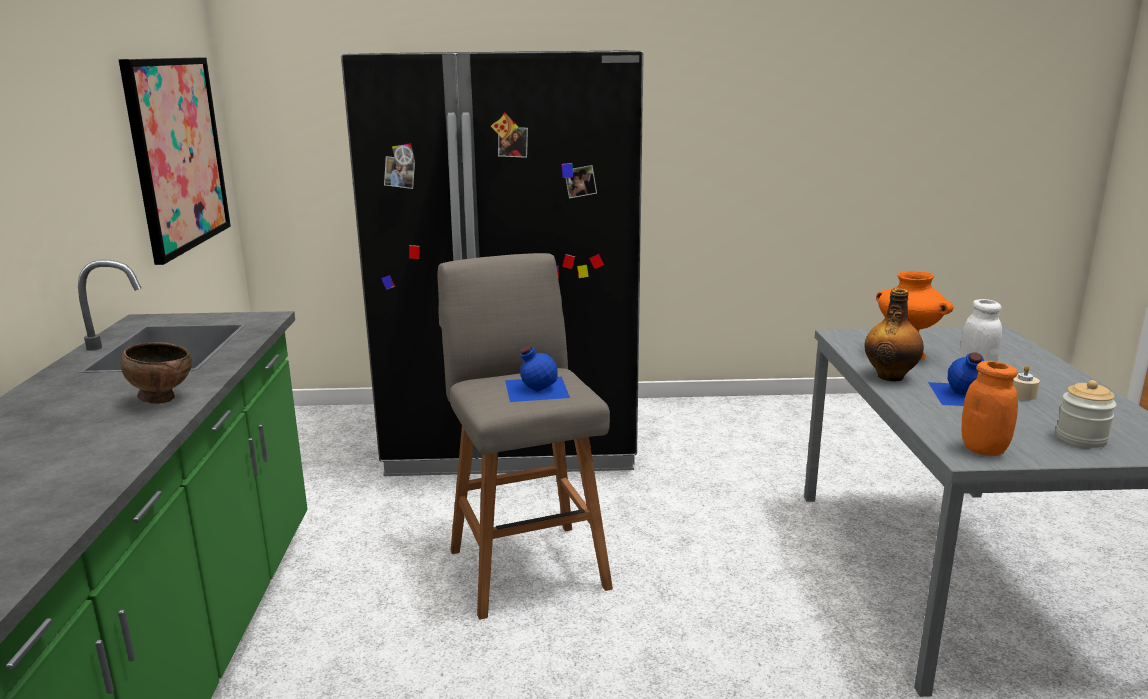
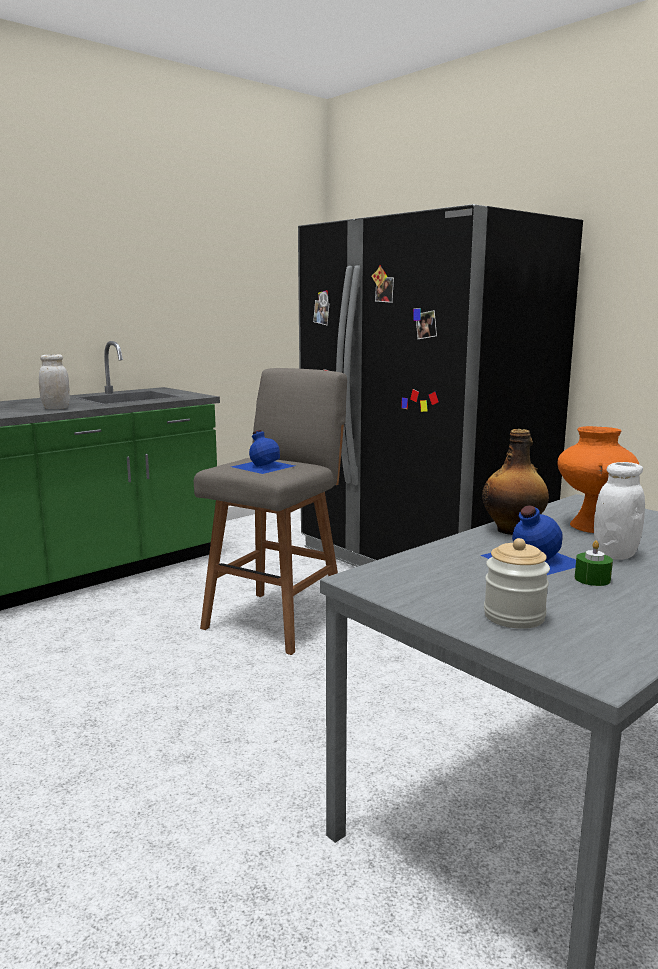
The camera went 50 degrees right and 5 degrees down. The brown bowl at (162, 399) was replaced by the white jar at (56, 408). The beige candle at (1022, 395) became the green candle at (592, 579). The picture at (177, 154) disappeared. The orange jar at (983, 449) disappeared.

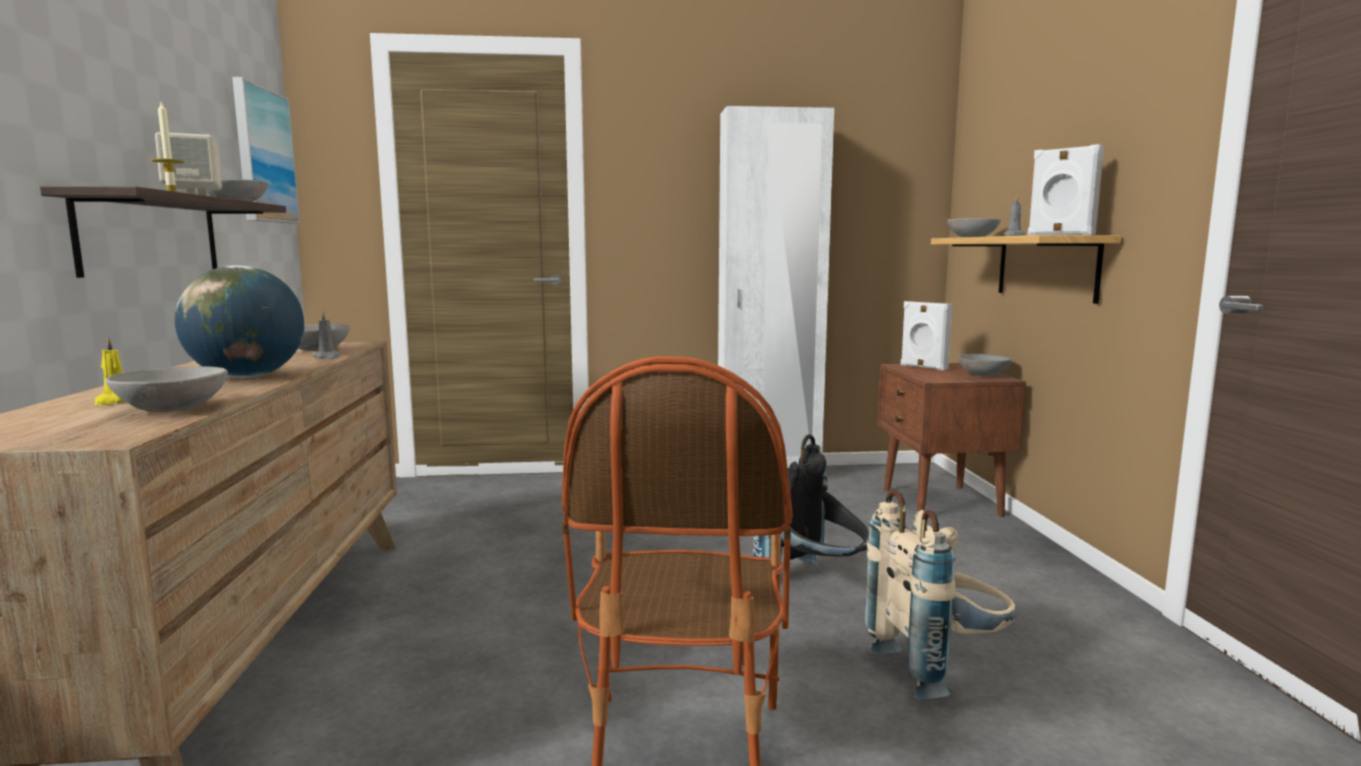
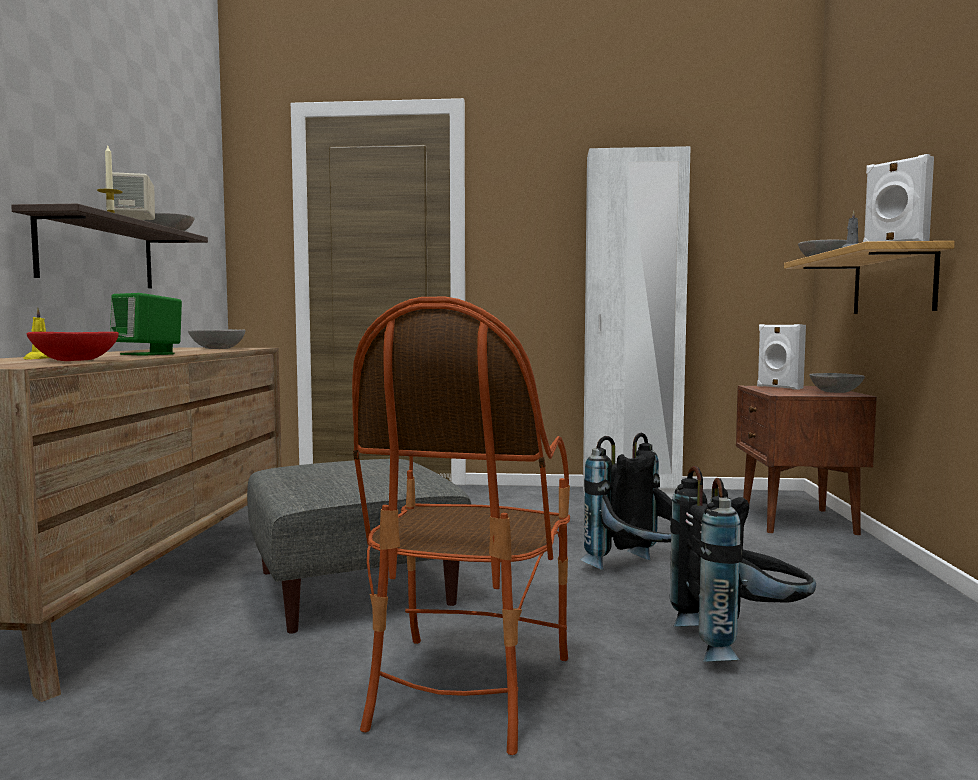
The camera went 10 degrees right and 5 degrees down. The grey bowl at (172, 409) became the red bowl at (75, 360). The globe at (248, 377) was replaced by the green speaker at (148, 354). The grey ottoman at (355, 587) appeared. The beige backpack at (939, 668) became the black backpack at (740, 643). The picture at (264, 156) disappeared. The grey candle at (327, 357) disappeared.

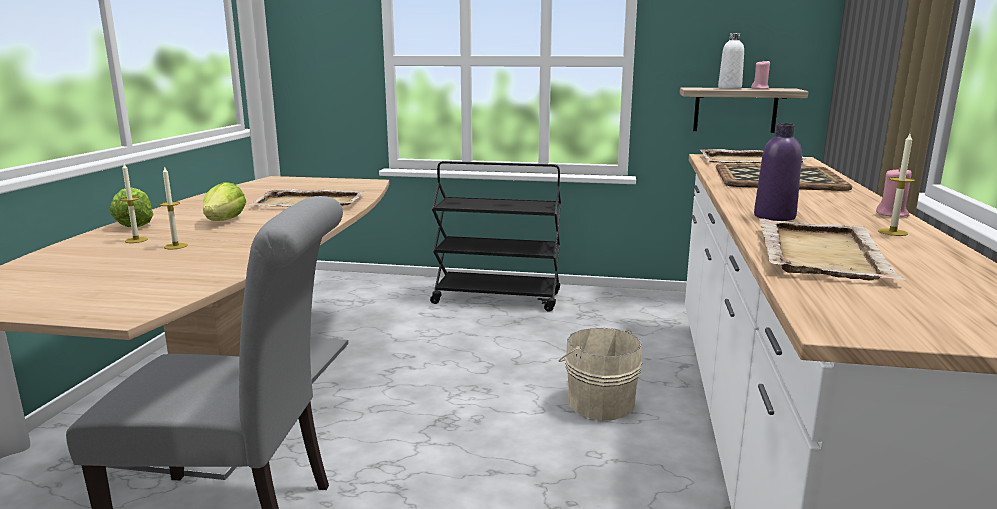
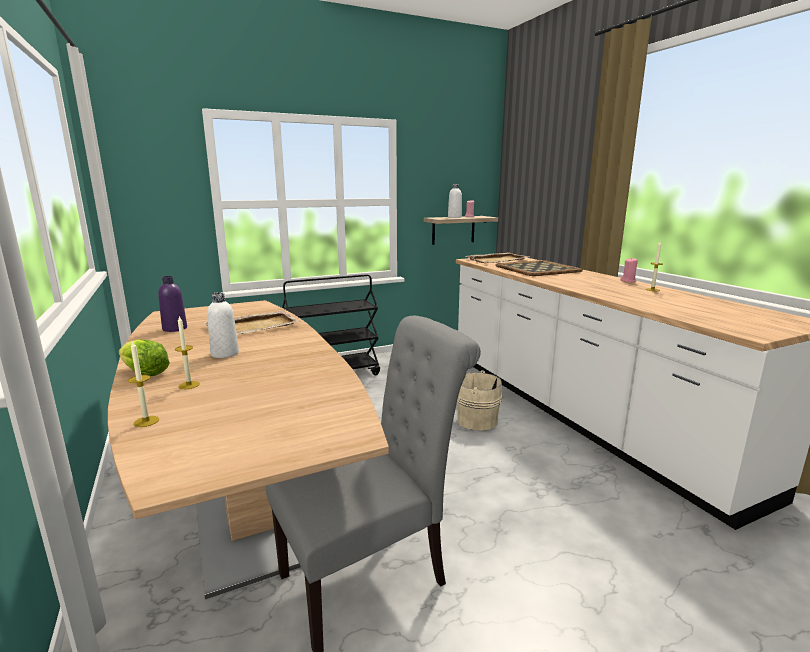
The camera went 35 degrees left and 0 degrees up. The candle moved from (175, 246) to (146, 421). The purple bottle moved from (774, 217) to (175, 328). The lettuce at (225, 221) was replaced by the white bottle at (225, 354). The beige tray at (820, 253) disappeared.

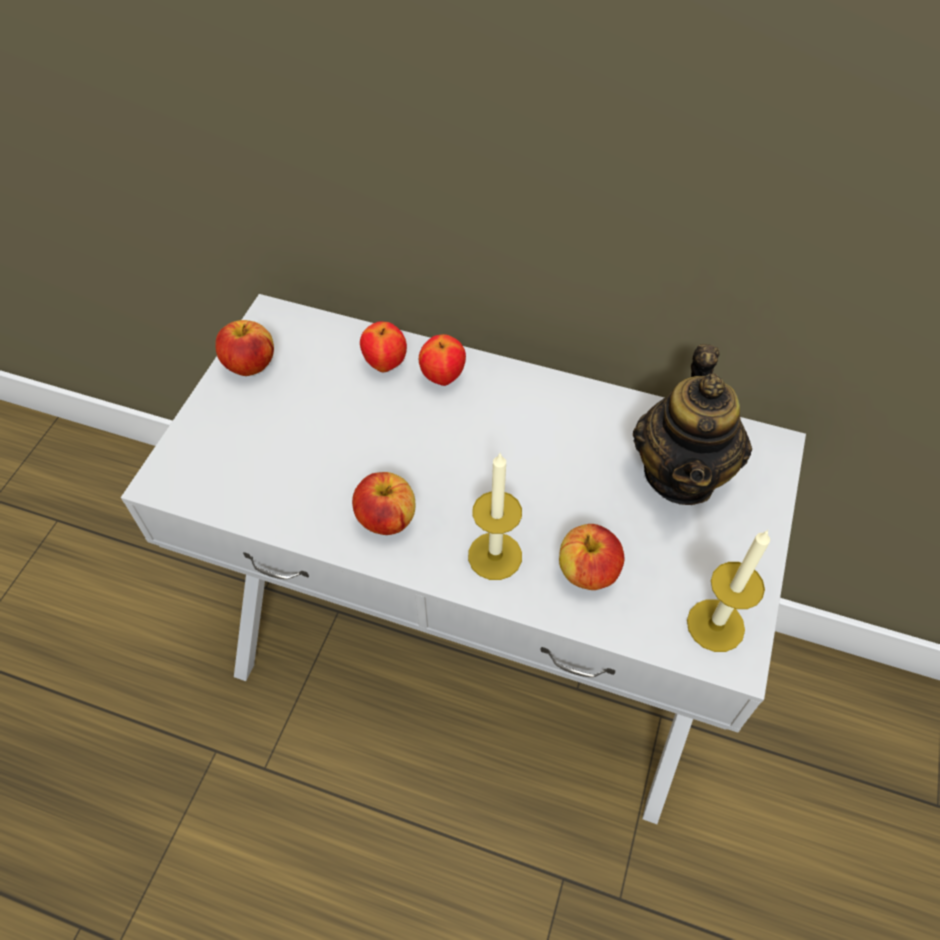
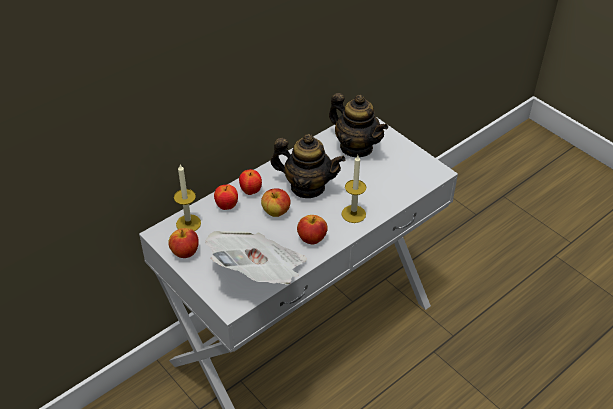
The camera went 60 degrees left and 10 degrees down. The candle moved from (715, 625) to (188, 223). The newspaper at (259, 272) appeared. The apple moved from (587, 572) to (276, 212). The teapot at (307, 187) appeared.

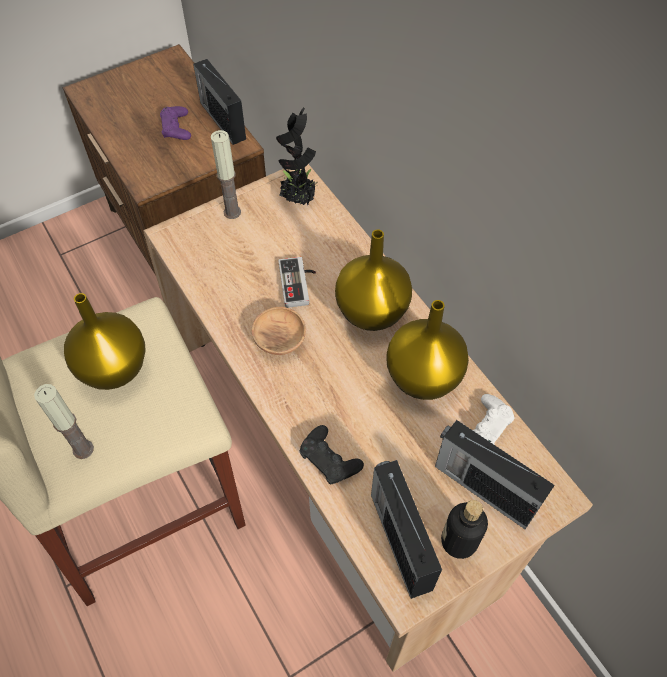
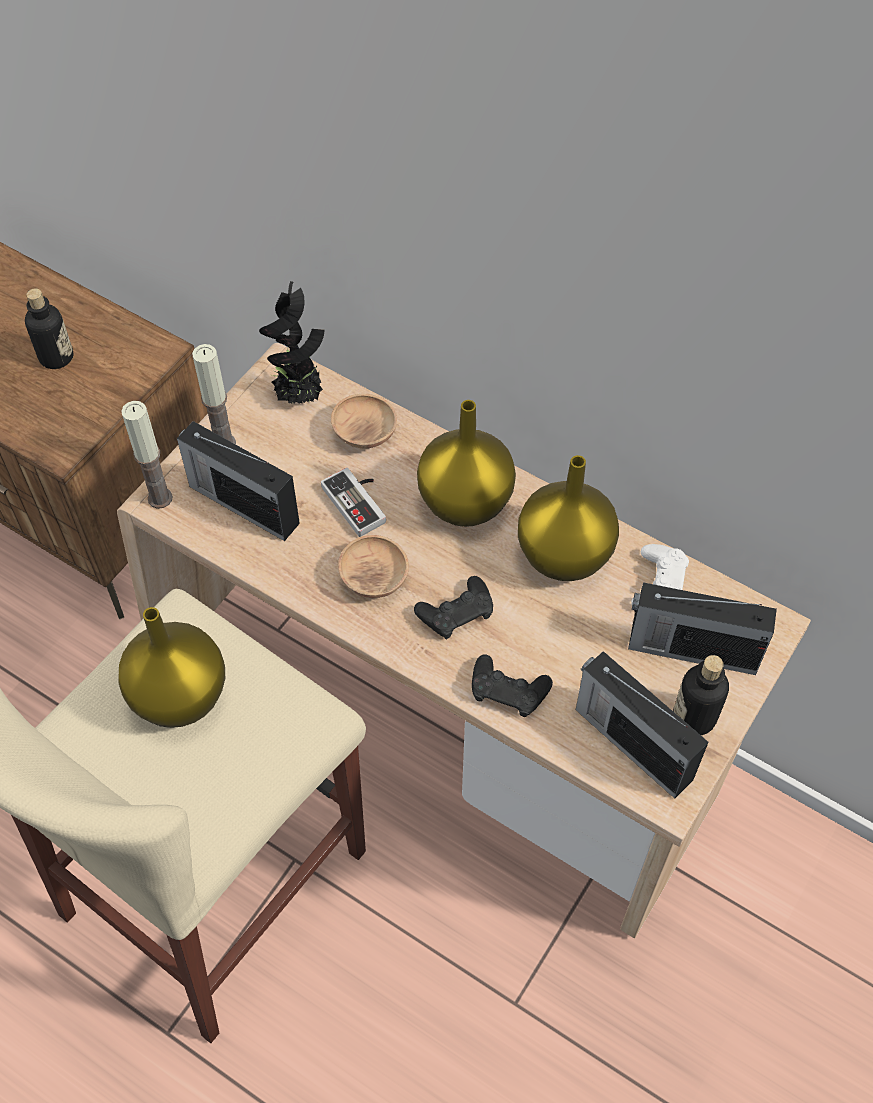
The camera went 25 degrees left and 0 degrees up. The purple game controller at (176, 128) was replaced by the bottle at (56, 357). The candle moved from (83, 449) to (160, 498). The radio moved from (222, 120) to (242, 503). The brown bowl at (364, 433) appeared. The black game controller at (456, 612) appeared.

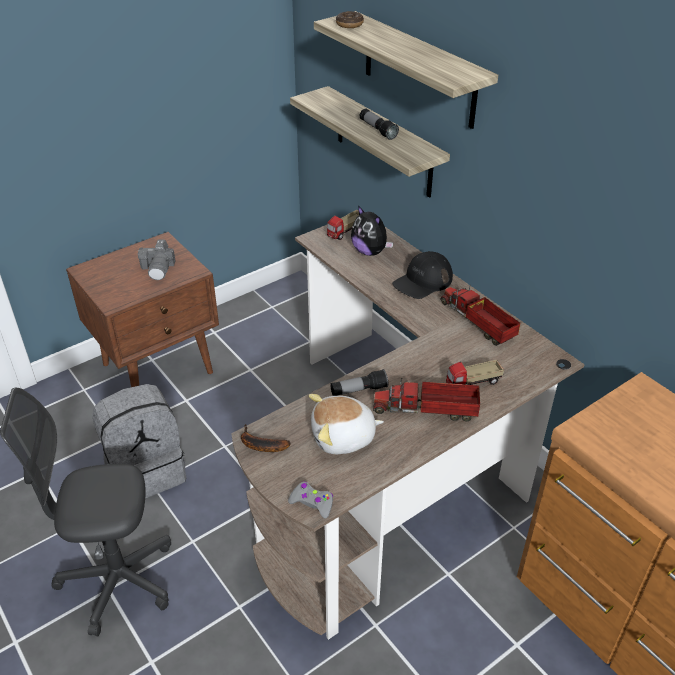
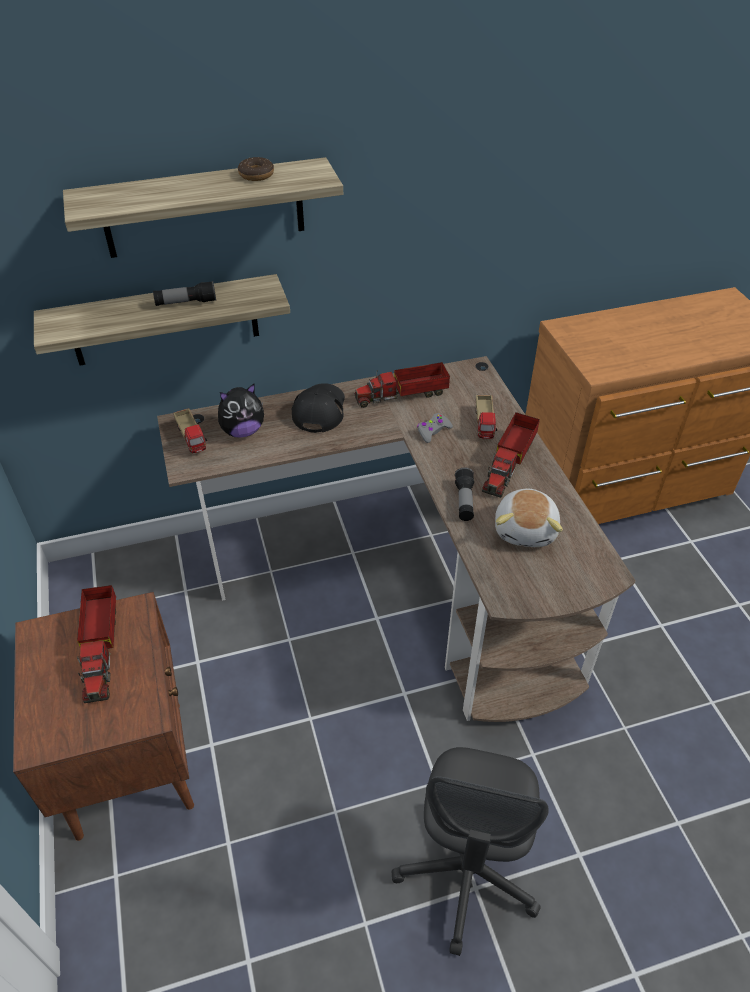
The camera went 70 degrees left and 5 degrees up. The photo camera at (158, 268) was replaced by the toy truck at (101, 648). The donut moved from (349, 24) to (256, 175). The black cap at (422, 281) turned 150 degrees counterclockwise. The grey game controller moved from (312, 503) to (433, 431). The grey backpack at (146, 471) disappeared. The banana at (260, 445) disappeared.

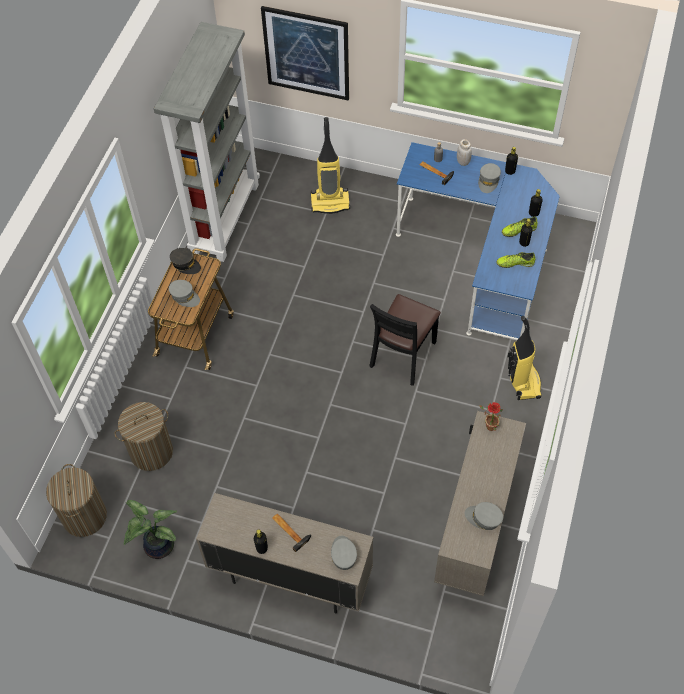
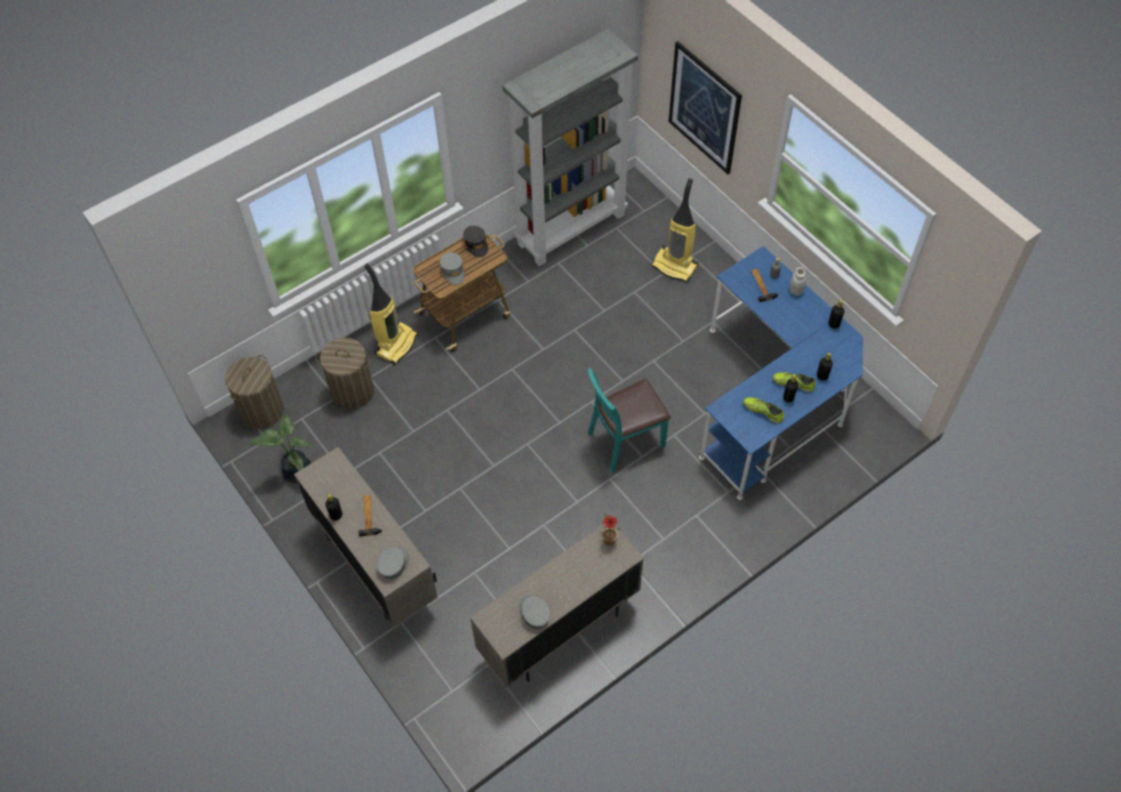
The camera went 35 degrees right and 0 degrees up. The vacuum cleaner moved from (523, 381) to (396, 344). The black chair at (403, 355) became the turquoise chair at (625, 440). The grey cap at (488, 181) disappeared.

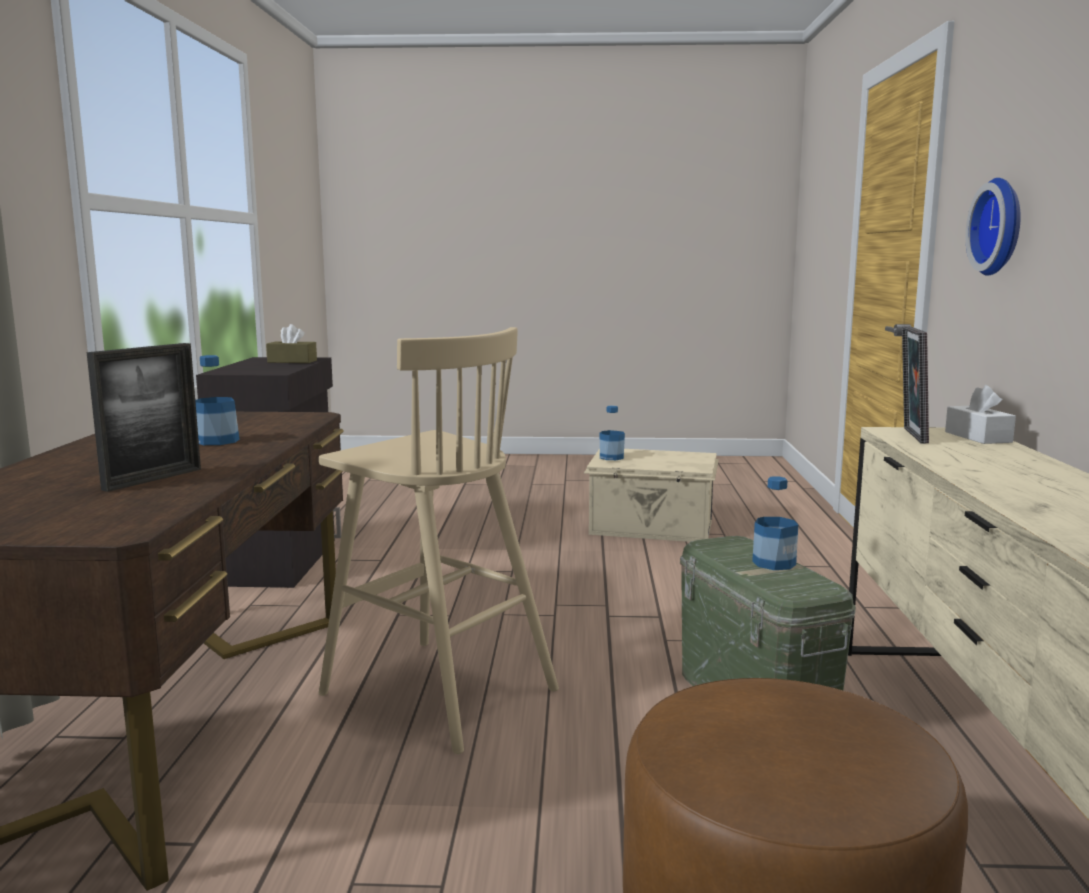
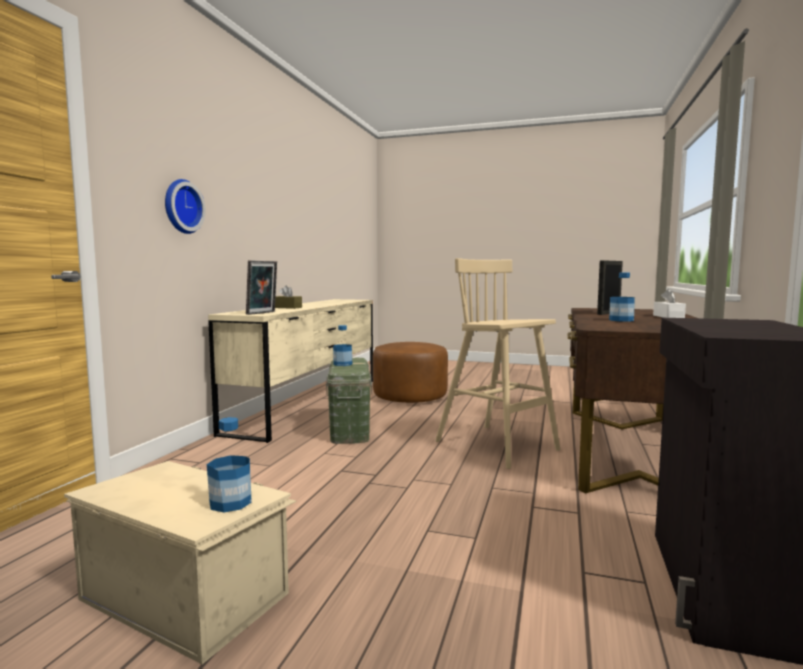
The camera went 165 degrees left and 5 degrees down. The brown tissue box moved from (292, 361) to (287, 307). The white tissue box moved from (978, 437) to (668, 316).

